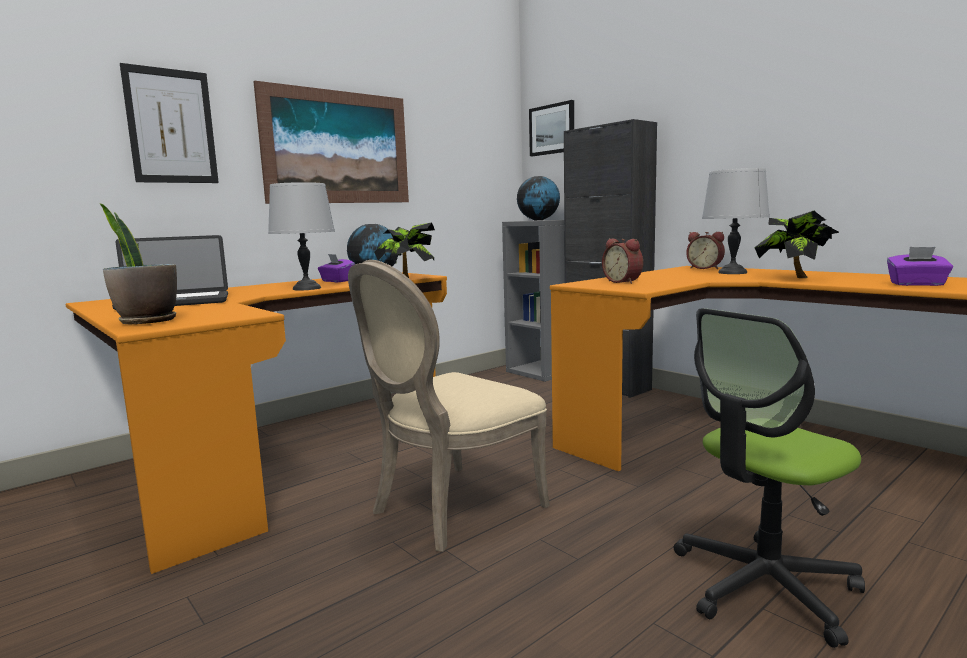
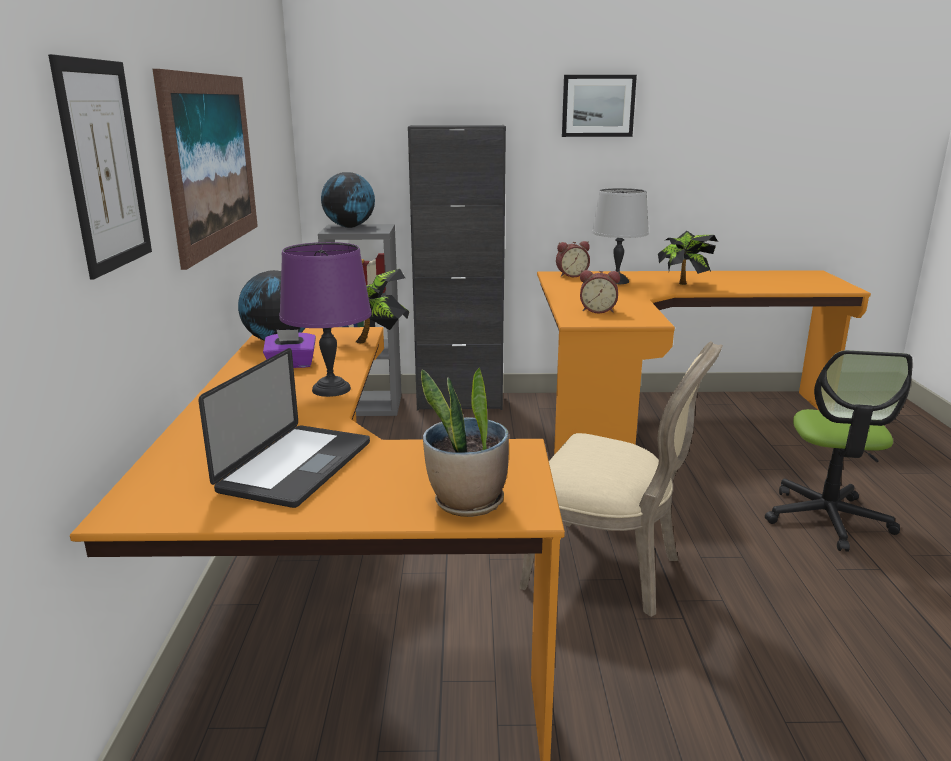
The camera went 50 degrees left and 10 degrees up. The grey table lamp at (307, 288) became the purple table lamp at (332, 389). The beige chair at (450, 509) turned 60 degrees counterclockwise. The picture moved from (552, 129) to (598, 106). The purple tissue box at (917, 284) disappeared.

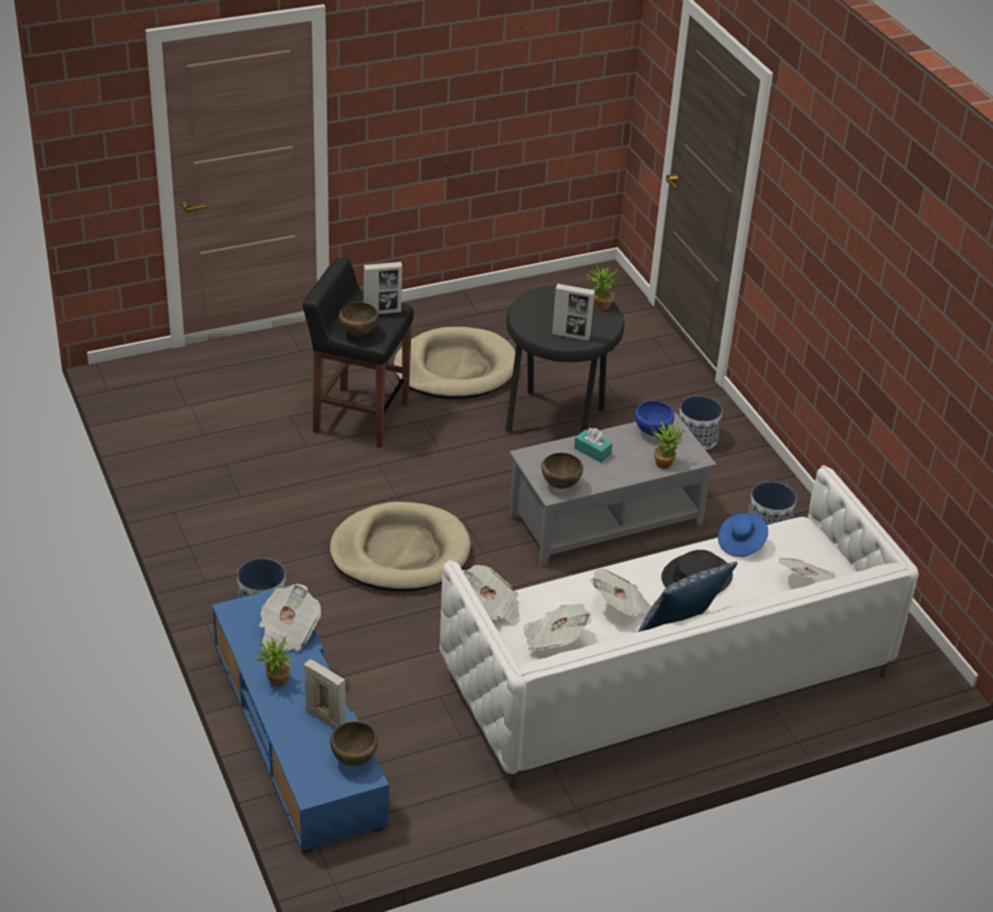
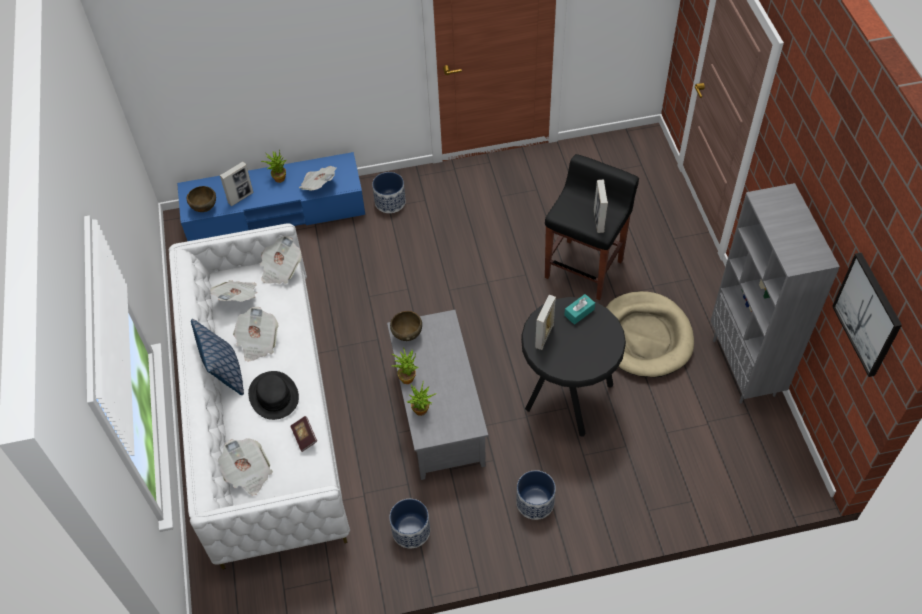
The camera went 105 degrees right and 15 degrees up. The blue hat at (741, 543) was replaced by the book at (304, 437). The potted plant moved from (599, 306) to (407, 376). The turquoise tissue box moved from (592, 451) to (579, 312). The grey bookcase at (745, 368) appeared. The picture at (868, 314) appeared. The beige dog bed at (400, 552) disappeared. The brown bowl at (358, 334) disappeared. The blue bowl at (651, 432) disappeared.

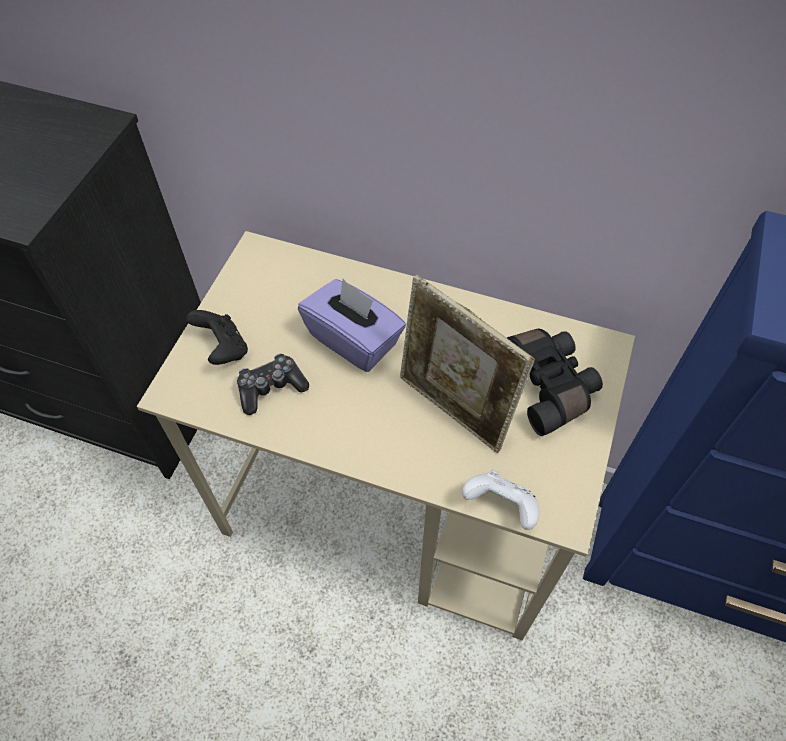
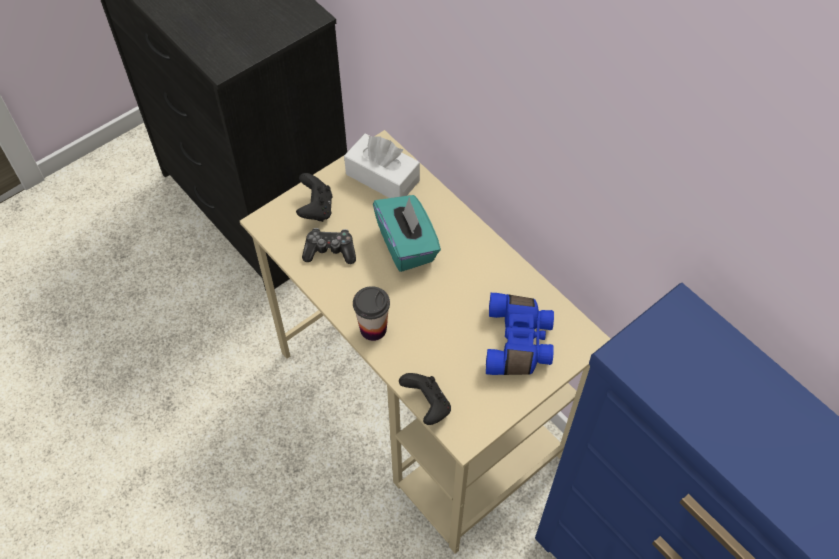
The camera went 30 degrees right and 0 degrees up. The white tissue box at (382, 177) appeared. The cup at (373, 329) appeared. The purple tissue box at (354, 340) became the turquoise tissue box at (407, 245). The white game controller at (501, 506) became the black game controller at (427, 405). The black binoculars at (546, 384) became the blue binoculars at (519, 342). The picture frame at (453, 410) disappeared.

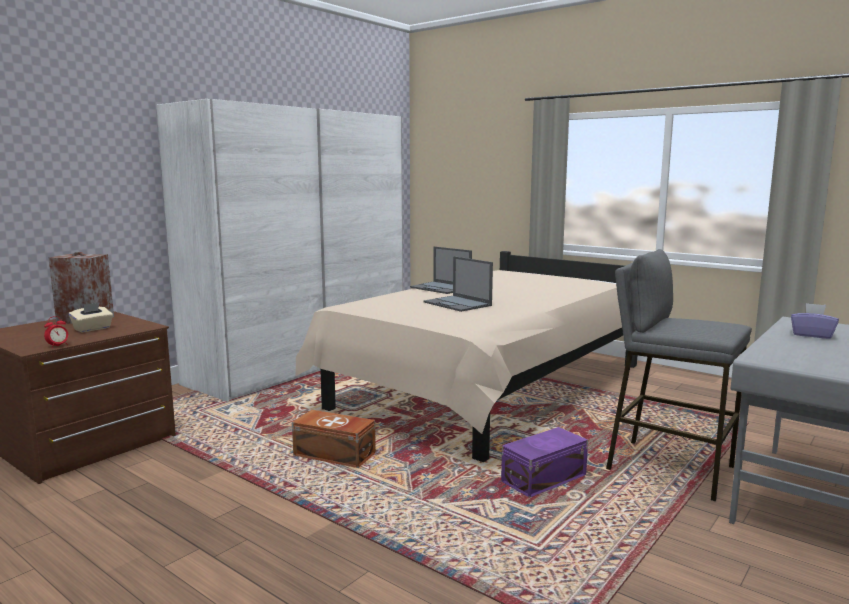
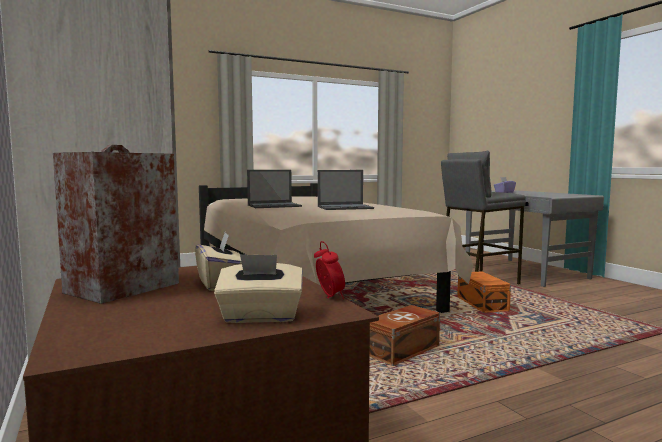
The camera went 65 degrees left and 5 degrees down. The beige tissue box at (260, 317) appeared. The purple storage box at (542, 479) became the orange storage box at (481, 305).

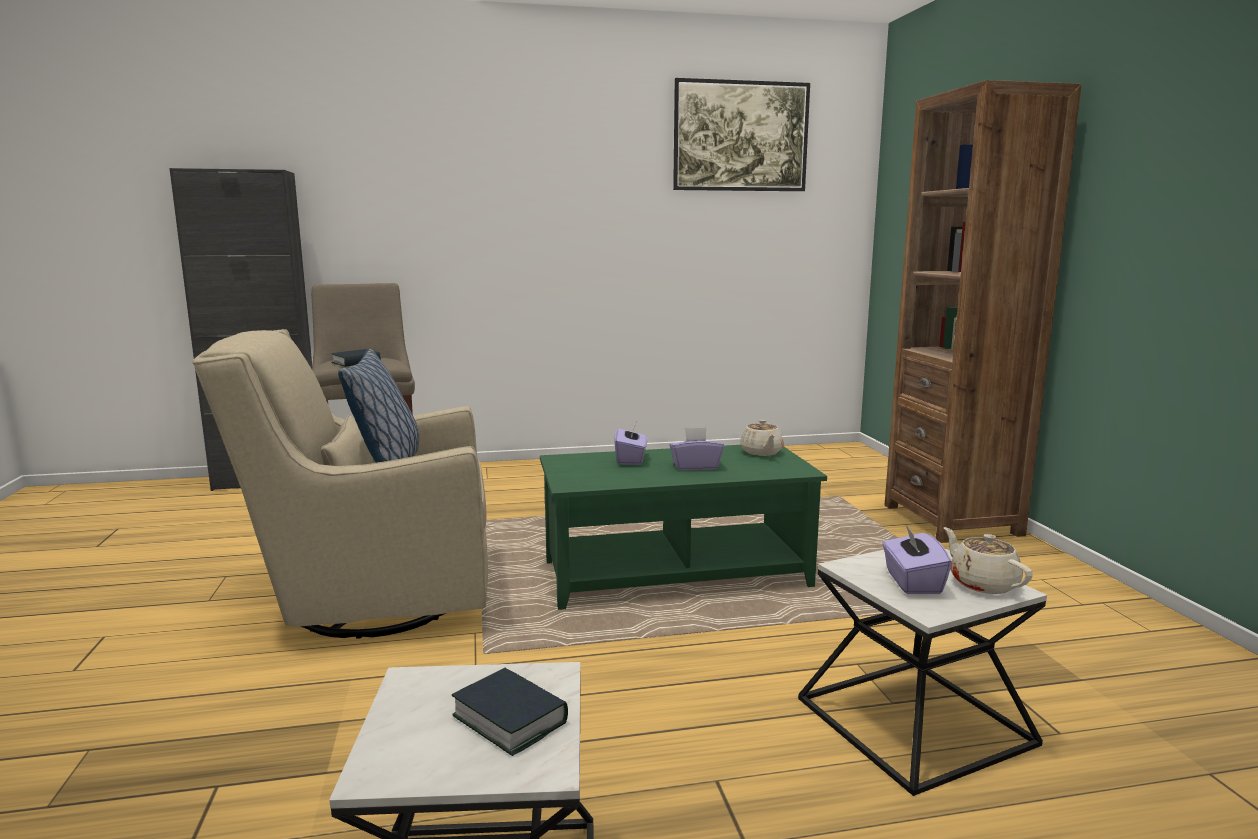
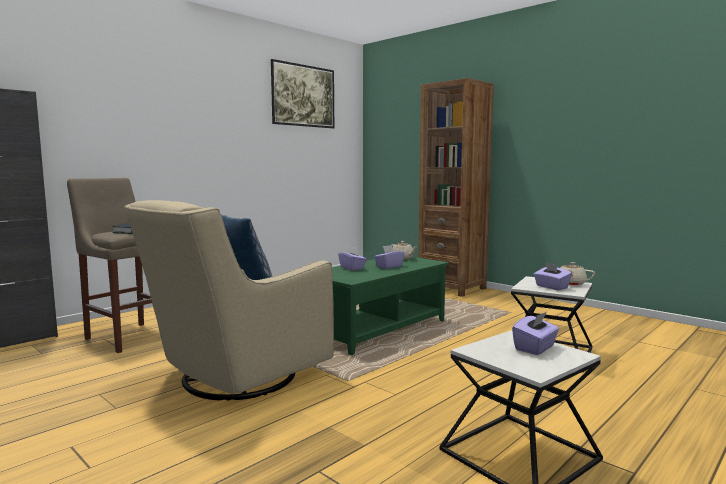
The camera went 35 degrees left and 5 degrees down. The book at (510, 719) was replaced by the purple tissue box at (535, 348).

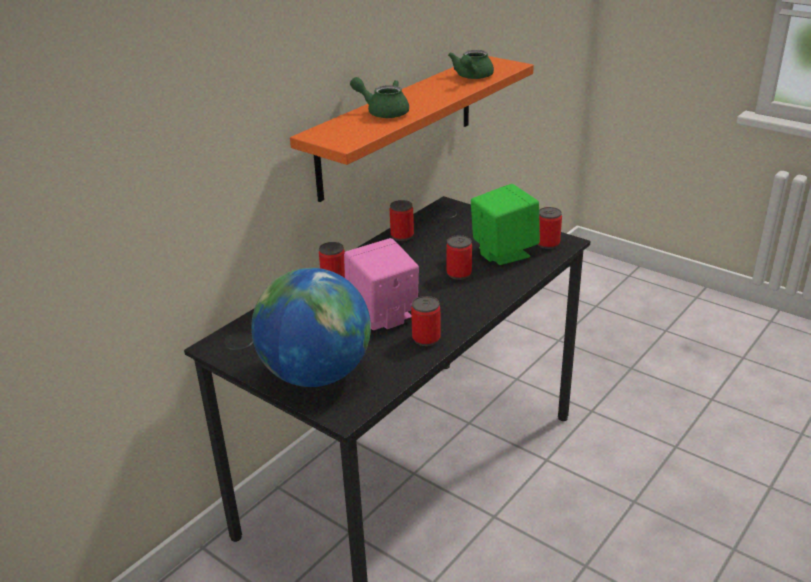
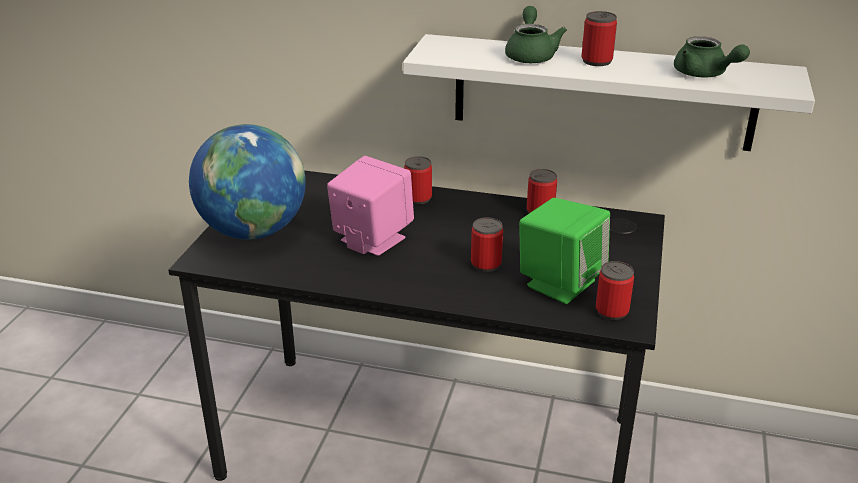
The camera went 65 degrees right and 0 degrees up. The orange shelf at (397, 126) became the white shelf at (602, 92). The can moved from (426, 339) to (596, 61). The green teapot at (472, 77) turned 120 degrees counterclockwise.

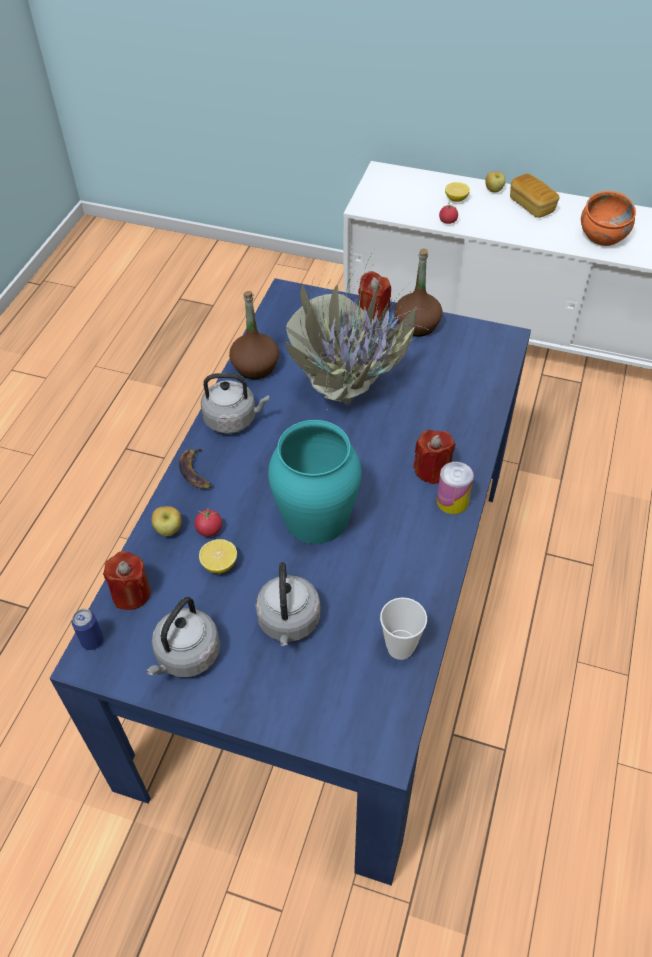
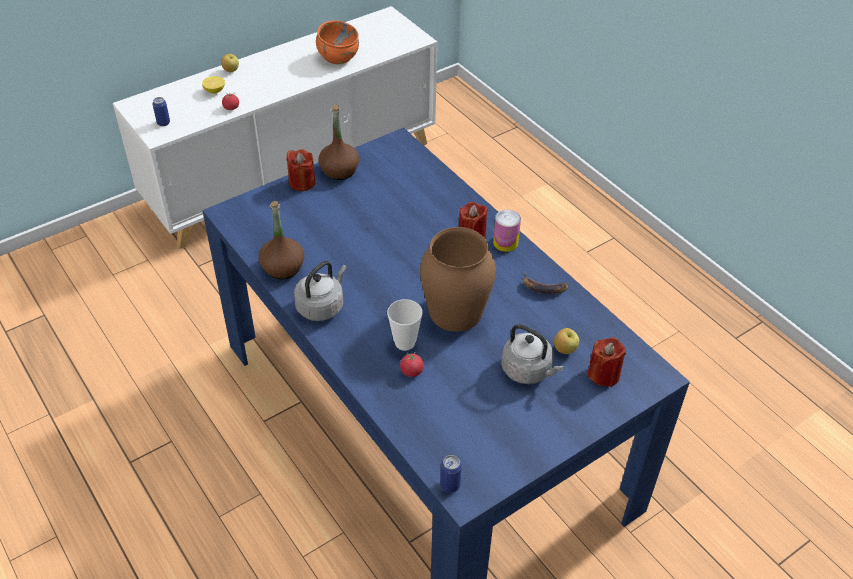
The camera went 55 degrees left and 5 degrees down. The can at (163, 123) appeared. The cup moved from (400, 648) to (405, 343). The turquoise vase at (316, 518) became the brown vase at (456, 312). The banana moved from (196, 471) to (544, 287). The apple moved from (169, 530) to (564, 350). The red candle moved from (131, 593) to (603, 374). The grey kettle at (186, 656) disappeared. The lemon at (219, 564) disappeared. The potted plant at (352, 394) disappeared. The bread at (531, 206) disappeared.

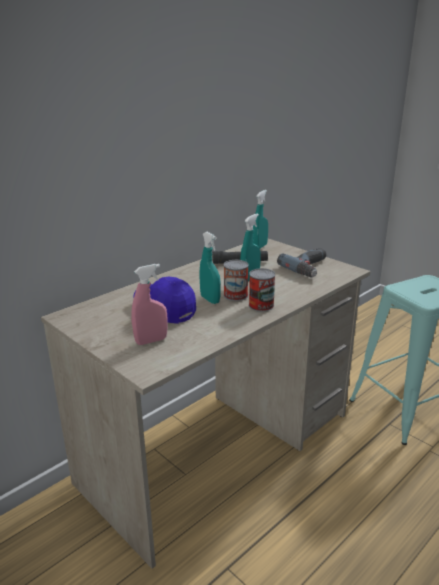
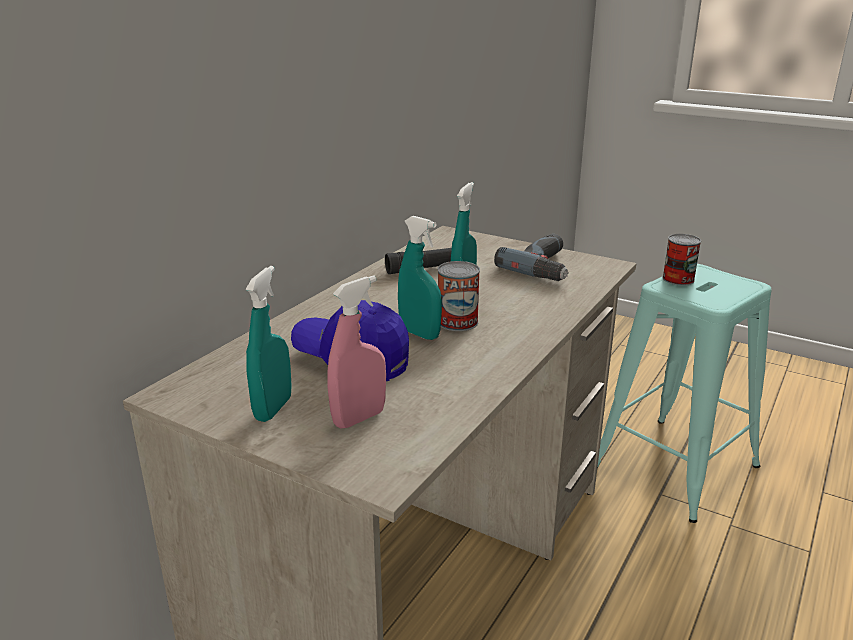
The camera went 15 degrees left and 0 degrees up. The turquoise spray bottle moved from (260, 247) to (273, 409). The can moved from (261, 305) to (678, 279).

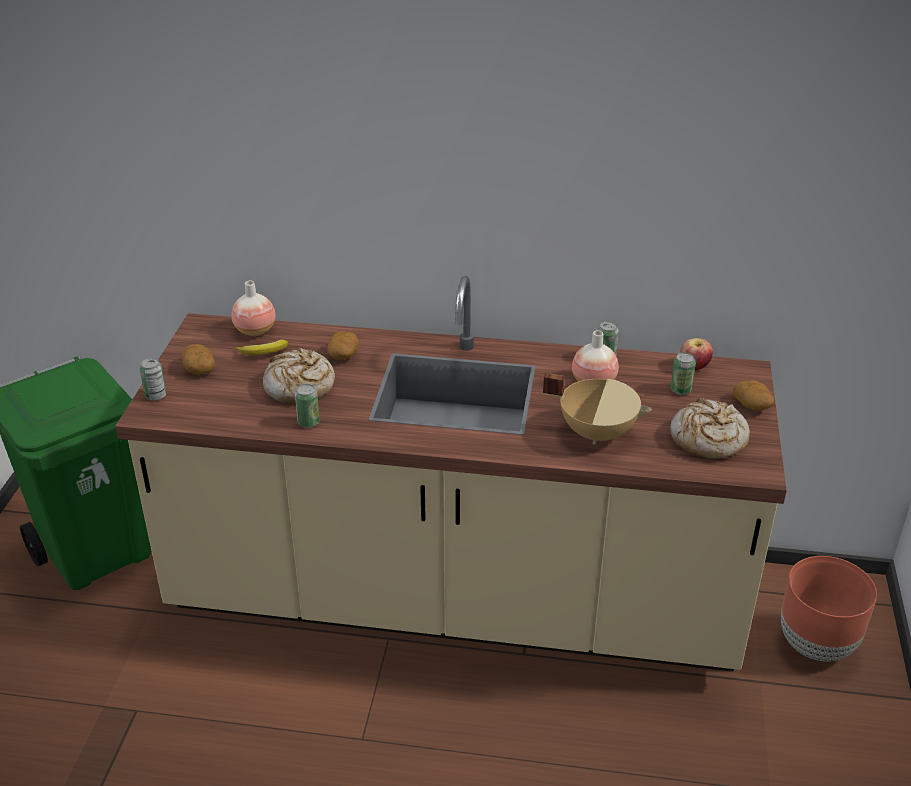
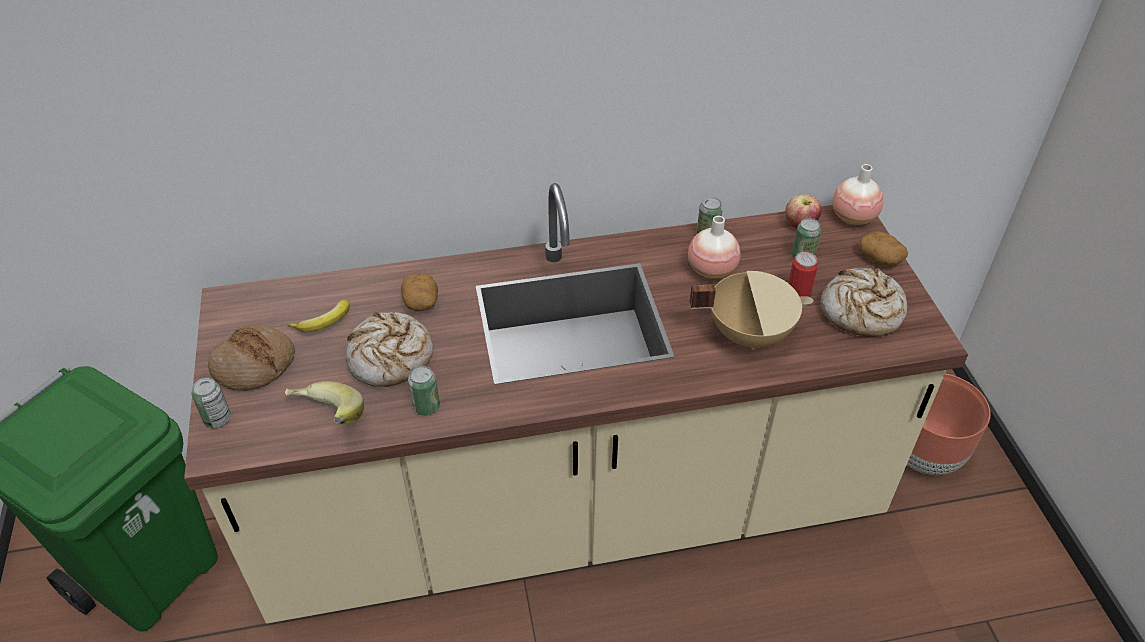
The camera went 20 degrees left and 10 degrees up. The potato at (199, 369) was replaced by the bread at (254, 365). The banana at (326, 420) appeared. The can at (798, 293) appeared. The vase moved from (255, 330) to (853, 217).

